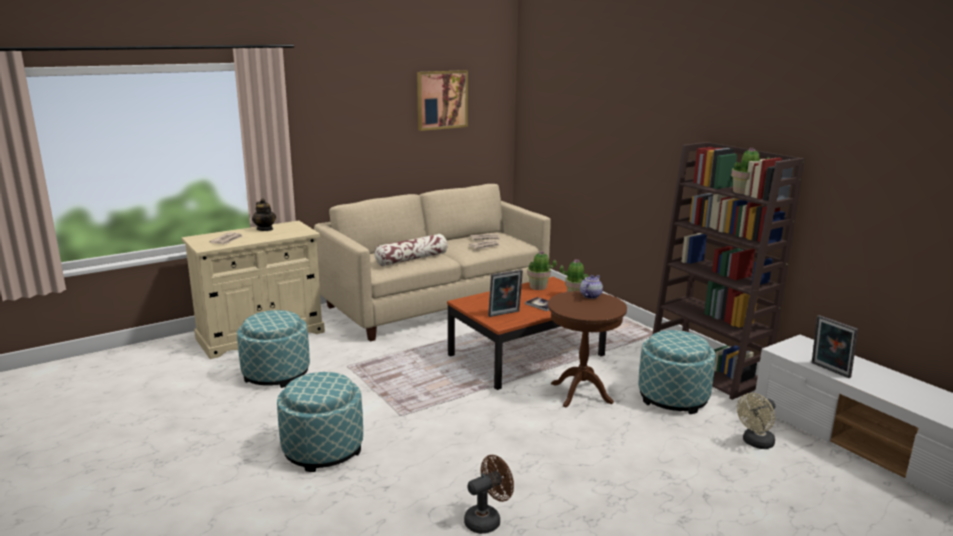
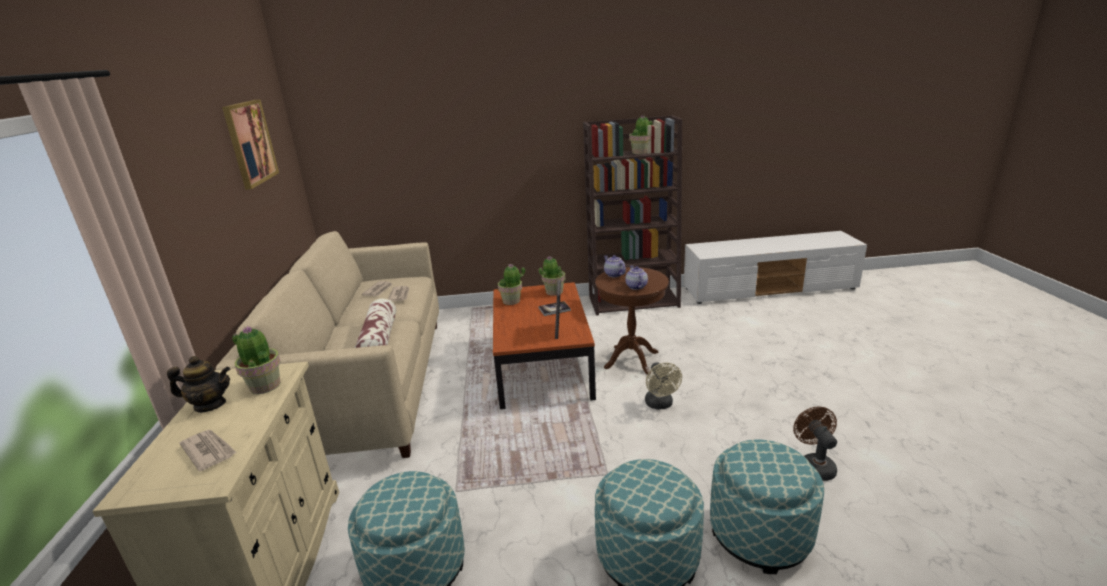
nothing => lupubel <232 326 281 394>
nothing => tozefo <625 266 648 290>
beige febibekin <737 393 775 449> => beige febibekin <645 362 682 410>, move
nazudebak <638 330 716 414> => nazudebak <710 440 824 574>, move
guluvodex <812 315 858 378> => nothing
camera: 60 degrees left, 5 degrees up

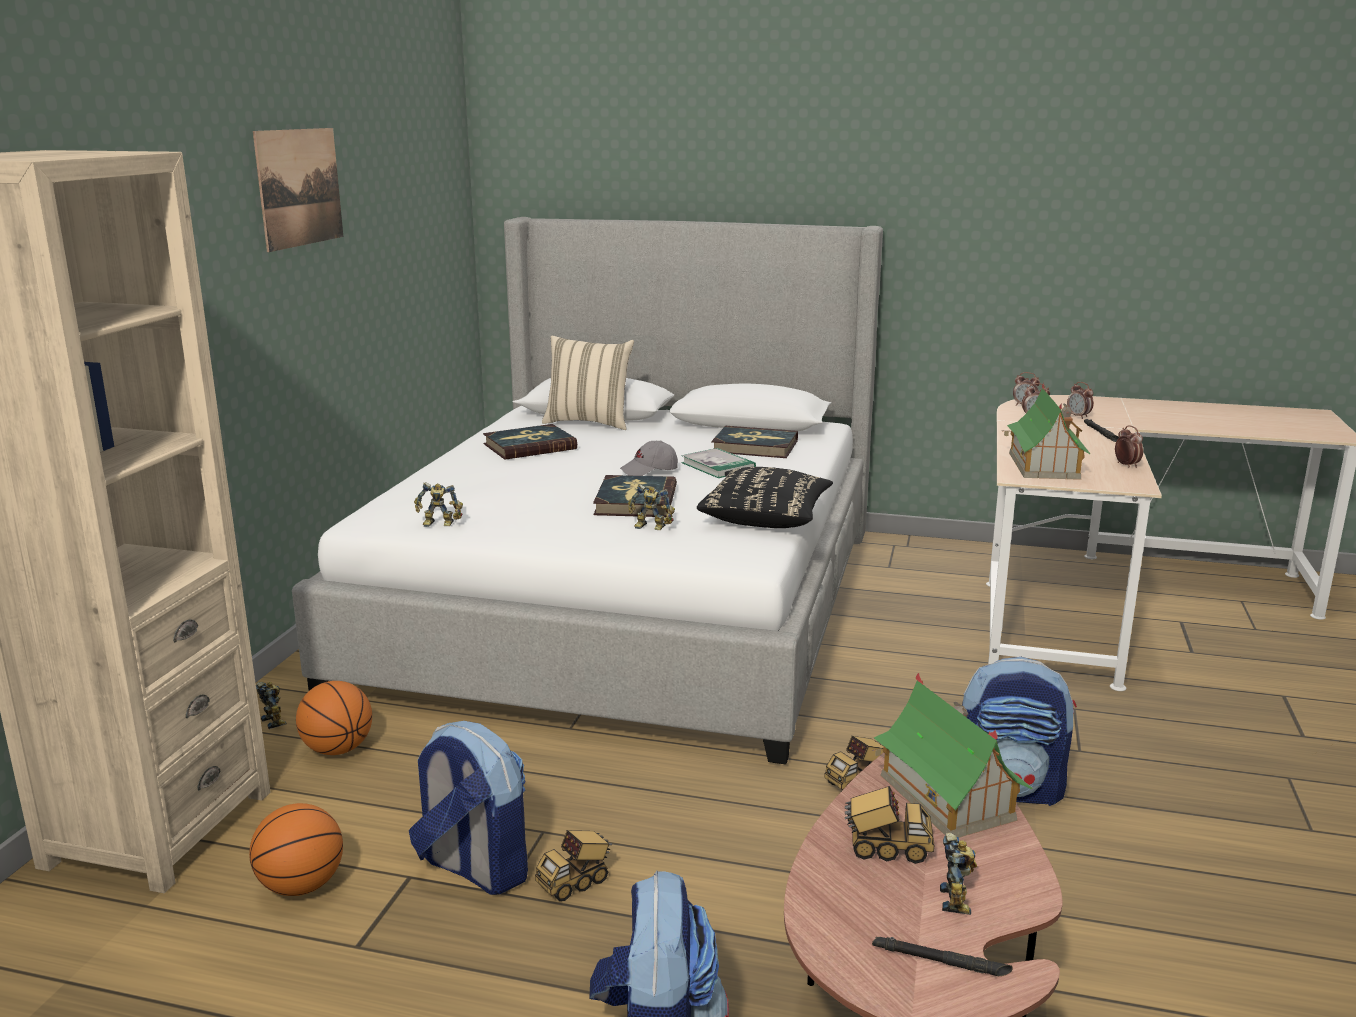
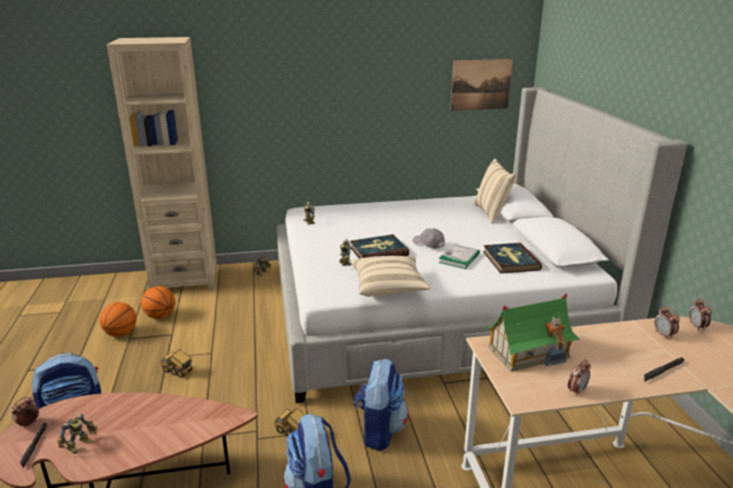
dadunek <1067 382 1094 419> => dadunek <11 397 39 428>, move
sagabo <940 833 977 915> => sagabo <57 413 97 454>, 45 degrees counterclockwise
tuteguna <296 681 372 755> => tuteguna <99 302 137 337>, move
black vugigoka <697 467 833 528> => beige vugigoka <351 256 431 297>
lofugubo <409 721 528 895> => lofugubo <354 358 408 451>, move
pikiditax <253 128 343 252> => pikiditax <450 59 513 111>, move
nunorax <483 424 577 460> => nothing
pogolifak <845 786 934 864> => nothing
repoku <872 673 1032 838> => nothing
camera: 65 degrees right, 5 degrees up

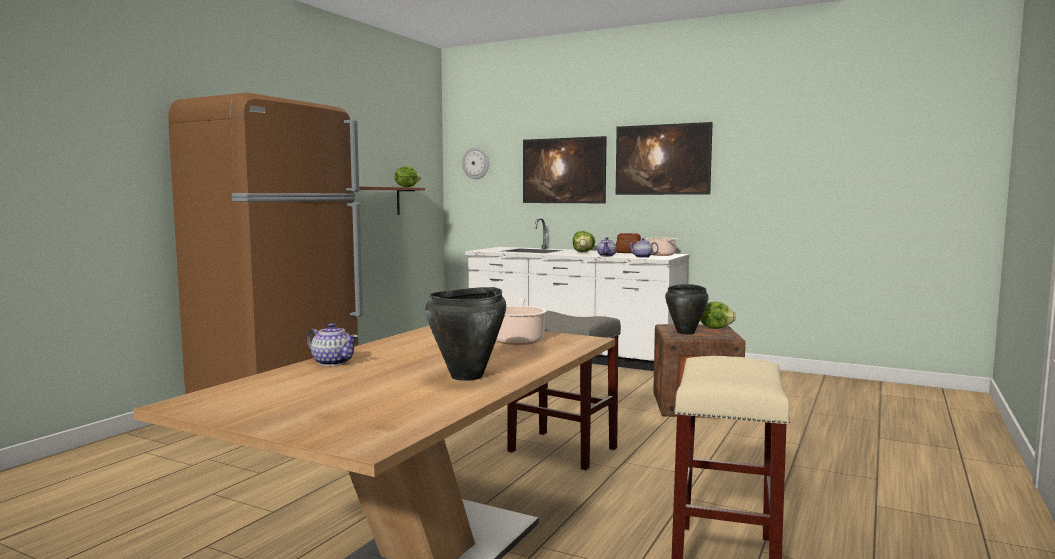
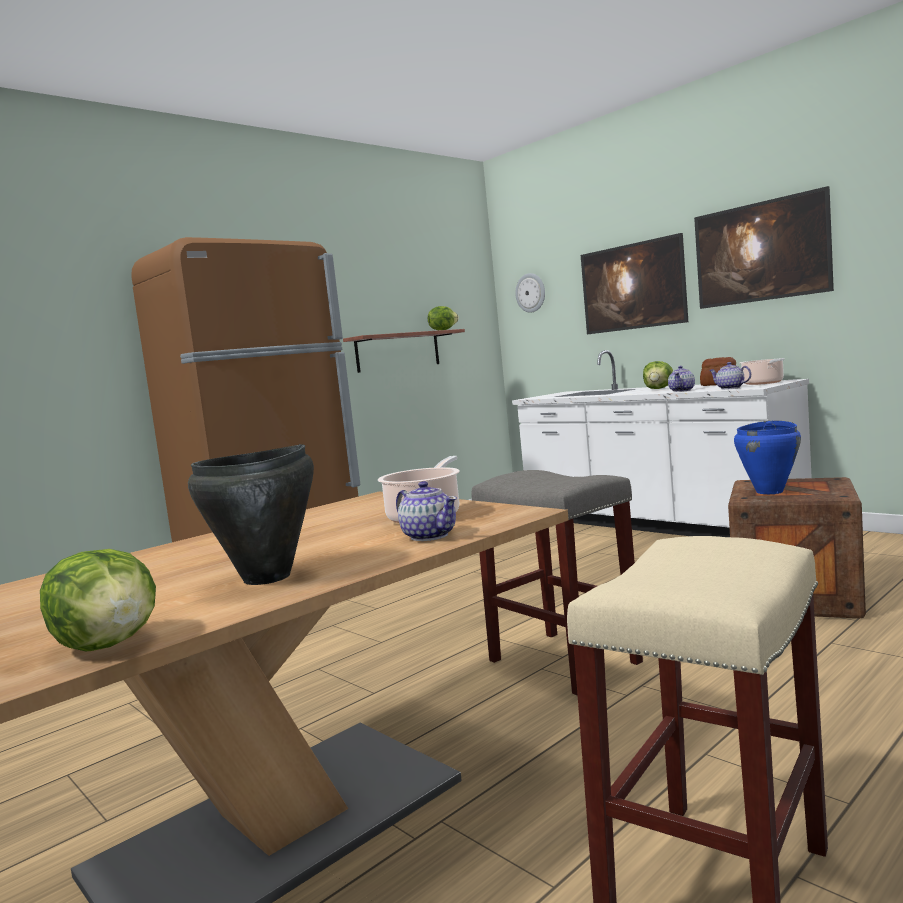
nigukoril <700 301 736 329> => nigukoril <40 549 156 651>, move
tozefo <307 323 358 366> => tozefo <396 481 457 541>, move
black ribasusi <665 284 709 335> => blue ribasusi <734 421 801 494>
camera: 20 degrees right, 0 degrees up

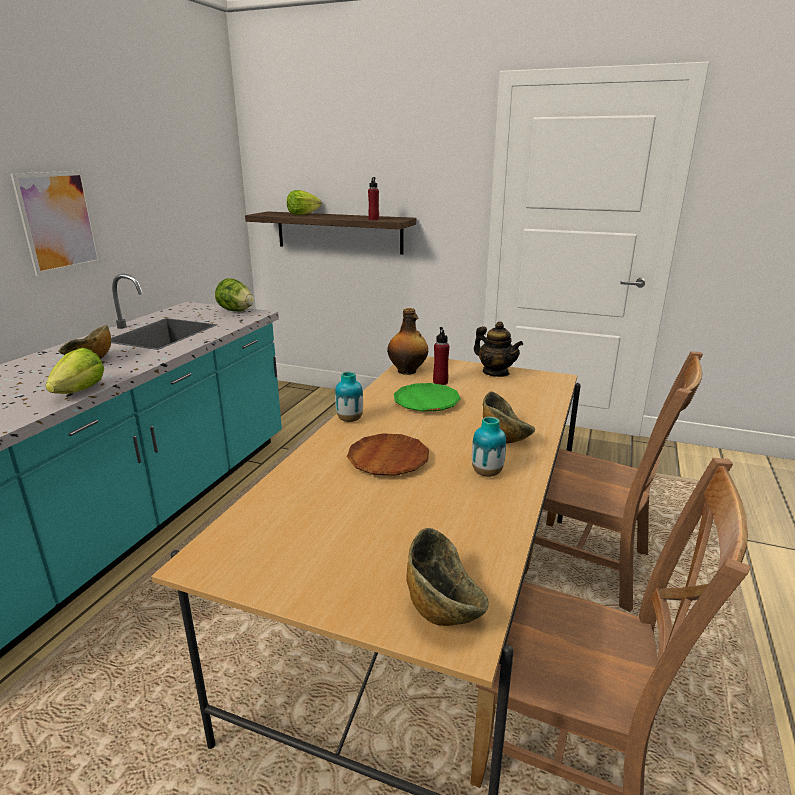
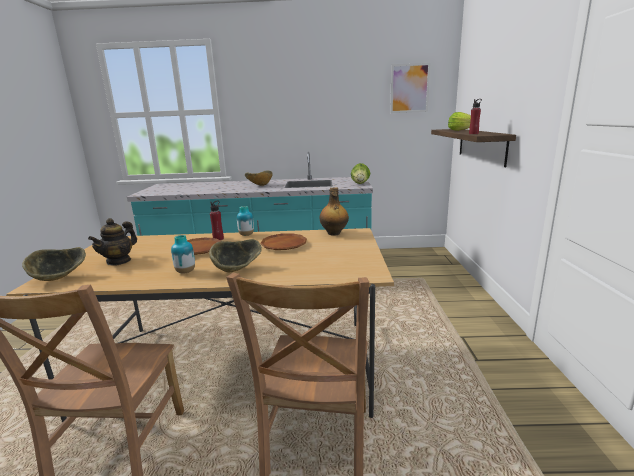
tozefo <474 321 523 377> => tozefo <88 218 137 265>, move
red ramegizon <433 327 449 385> => red ramegizon <210 200 224 240>, move
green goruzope <394 383 461 412> => brown goruzope <260 233 307 250>
pikiditax <11 171 102 276> => pikiditax <390 63 430 113>, move
nigukoril <45 348 104 394> => nothing
camera: 70 degrees right, 5 degrees down

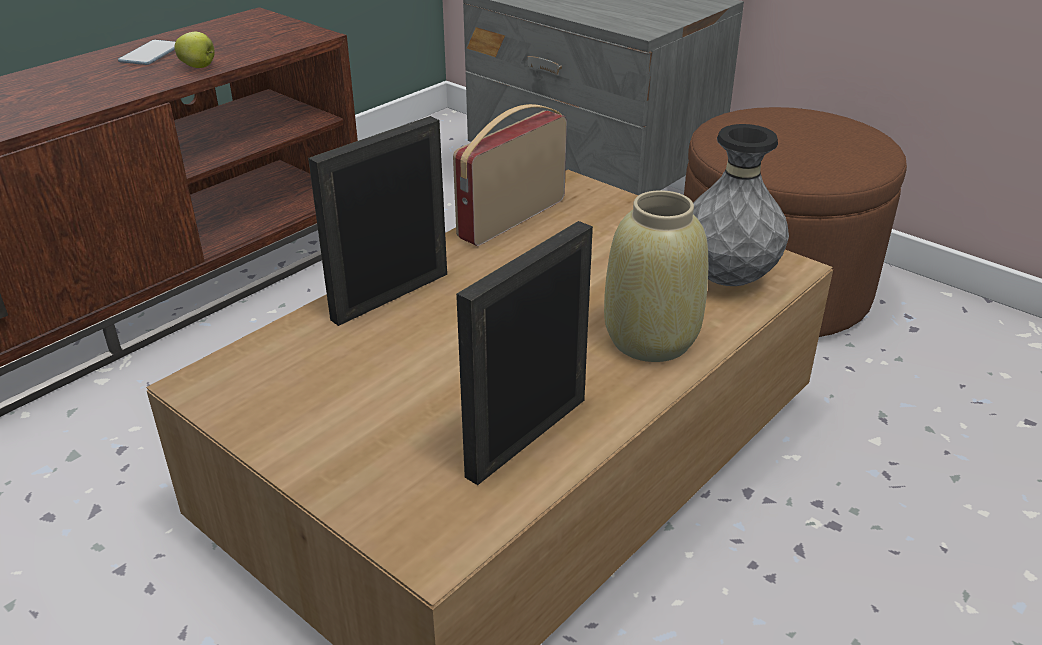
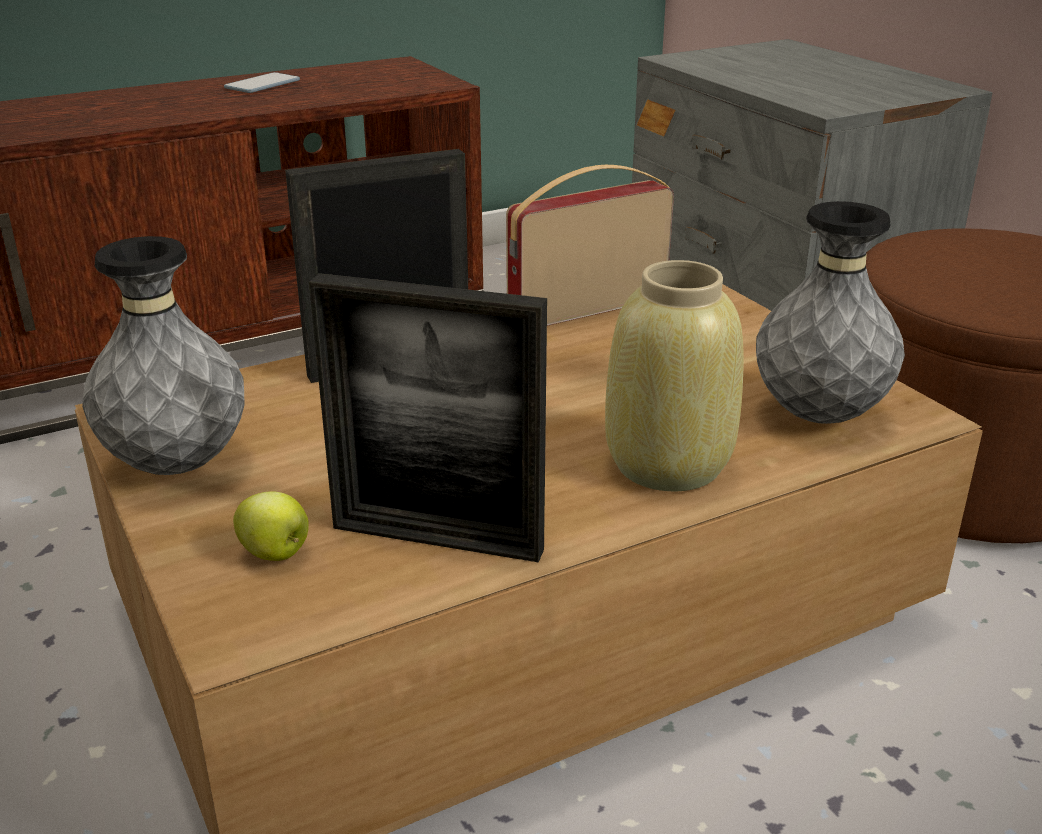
nothing => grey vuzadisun <82 236 245 475>
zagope <174 32 215 68> => zagope <233 491 309 561>, move
guluvodex <456 221 593 485> => guluvodex <309 273 547 562>, 135 degrees counterclockwise
camera: 20 degrees right, 5 degrees down

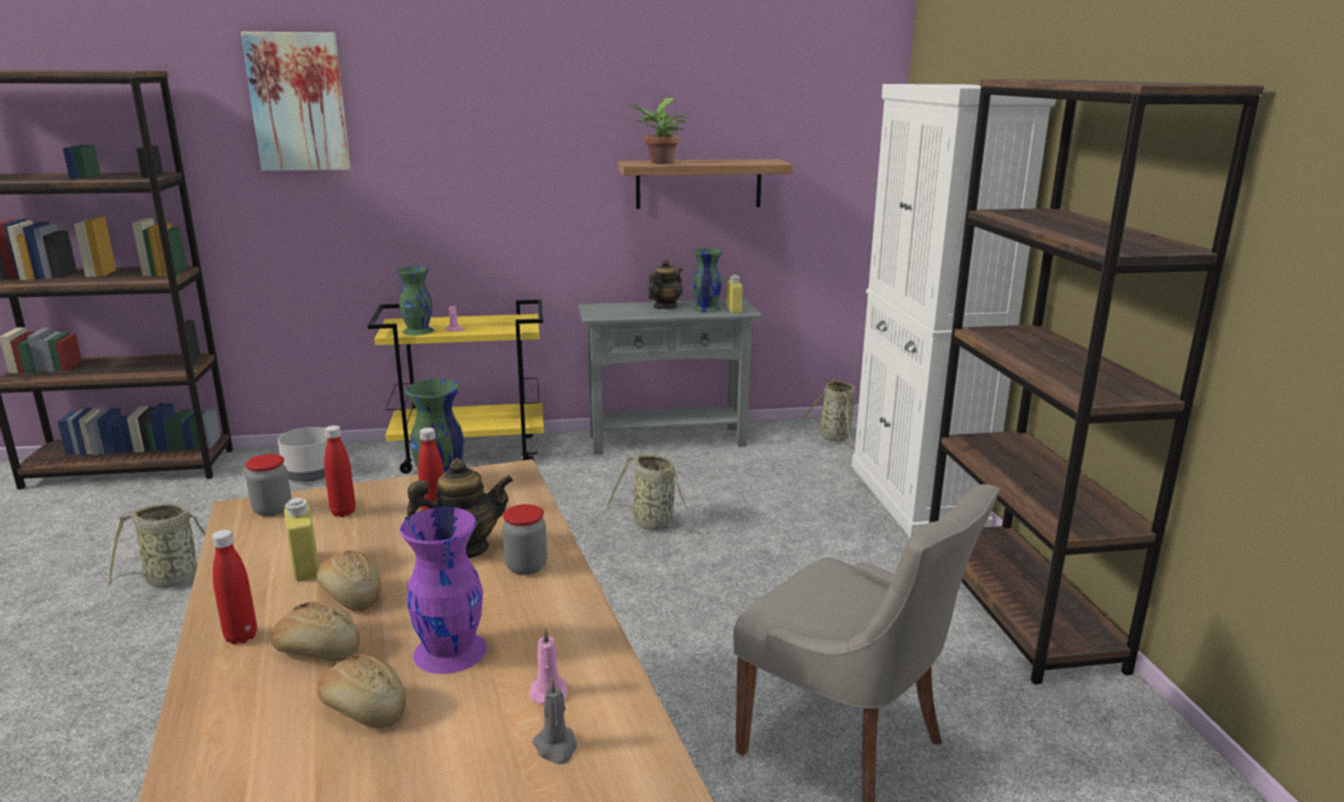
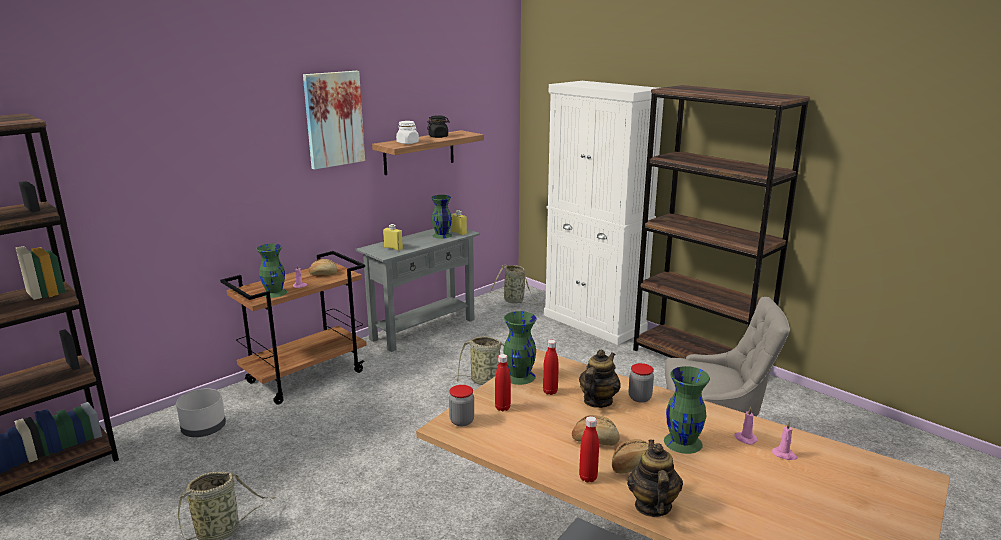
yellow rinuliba <367 299 544 474> => brown rinuliba <220 251 367 405>
pikiditax <241 32 351 171> => pikiditax <303 71 365 170>, move
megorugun <317 654 406 728> => megorugun <309 259 338 275>, move
yellow ramegizon <284 498 319 582> => yellow ramegizon <383 224 403 251>, move
lupubel <627 98 686 164> => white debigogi <396 121 419 144>
nothing => black debigogi <427 116 450 138>
tozefo <648 259 683 309> => tozefo <627 440 683 517>, move
purple vuzadisun <400 507 487 674> => green vuzadisun <664 366 710 454>
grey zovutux <532 677 577 764> => pink zovutux <772 421 798 460>
camera: 35 degrees left, 0 degrees up

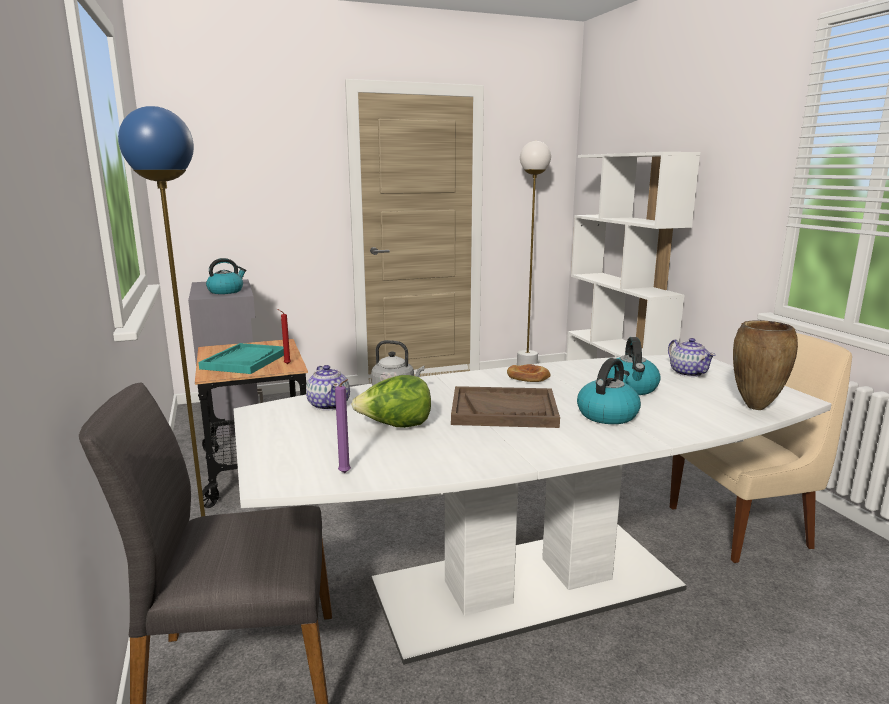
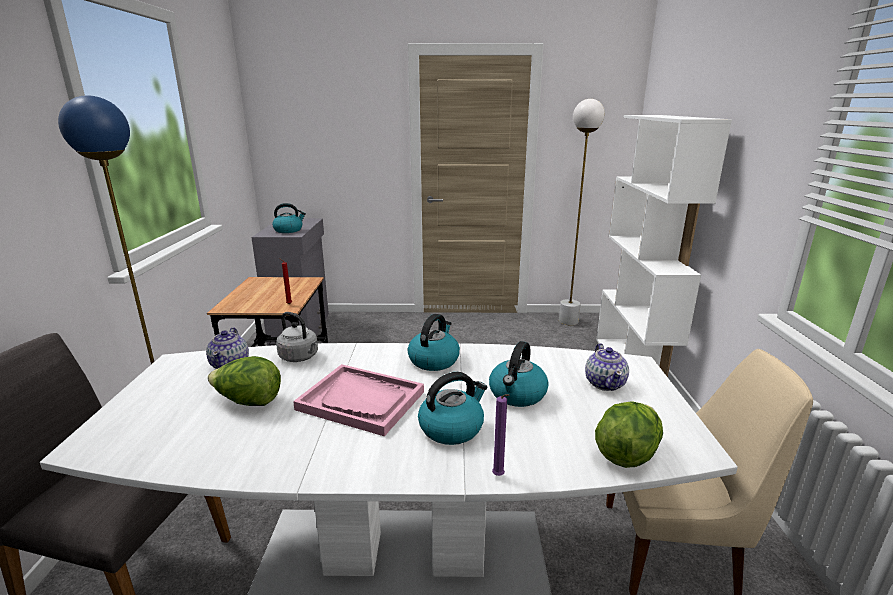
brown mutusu <451 386 560 428> => pink mutusu <293 364 424 436>
megorugun <507 364 551 382> => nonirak <408 314 460 371>
purple zovutux <335 379 351 473> => purple zovutux <492 394 509 476>, move
brown vuzadisun <733 320 798 410> => nigukoril <595 402 663 468>
turquoise mutusu <198 343 284 374> => nothing
camera: 20 degrees right, 5 degrees up

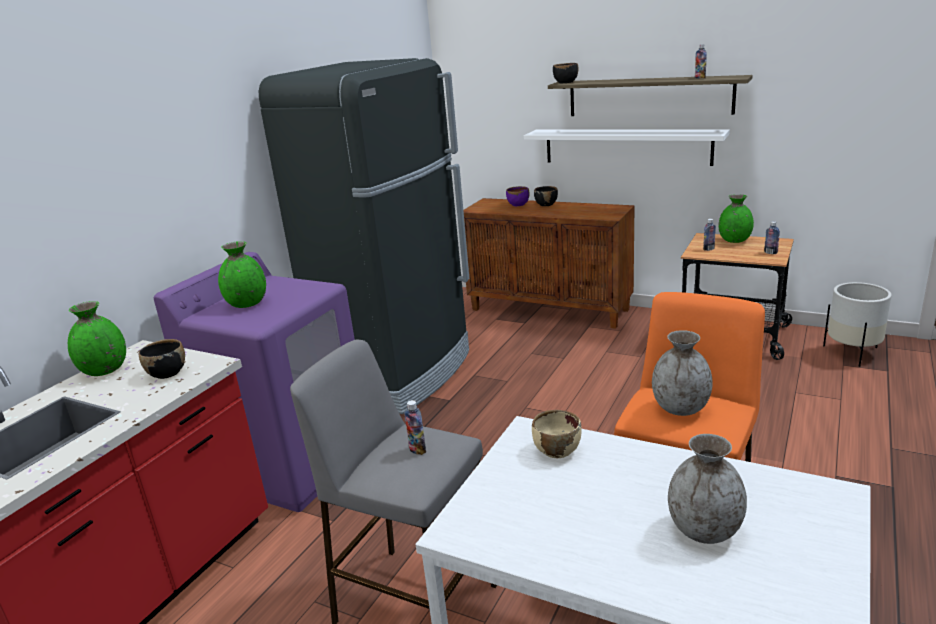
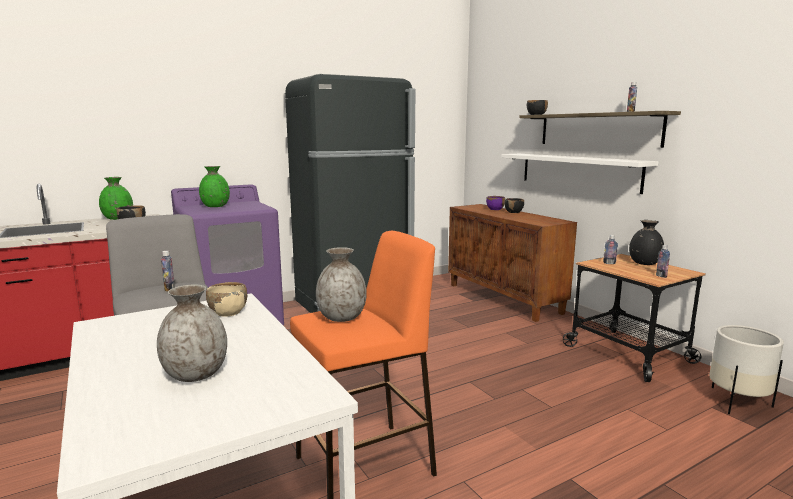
green vuzadisun <718 194 754 243> => black vuzadisun <629 220 664 265>
camera: 30 degrees right, 10 degrees down

